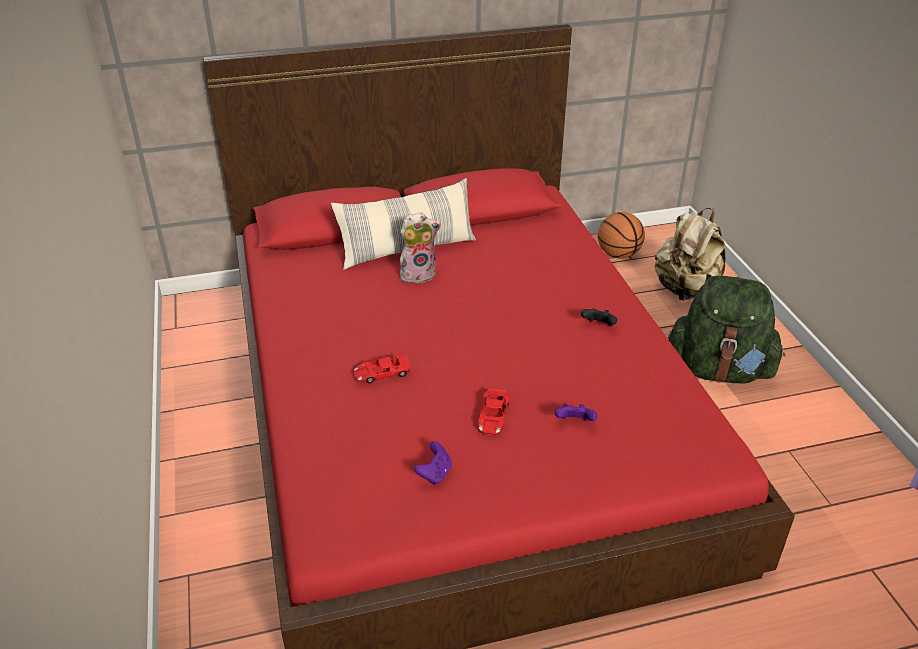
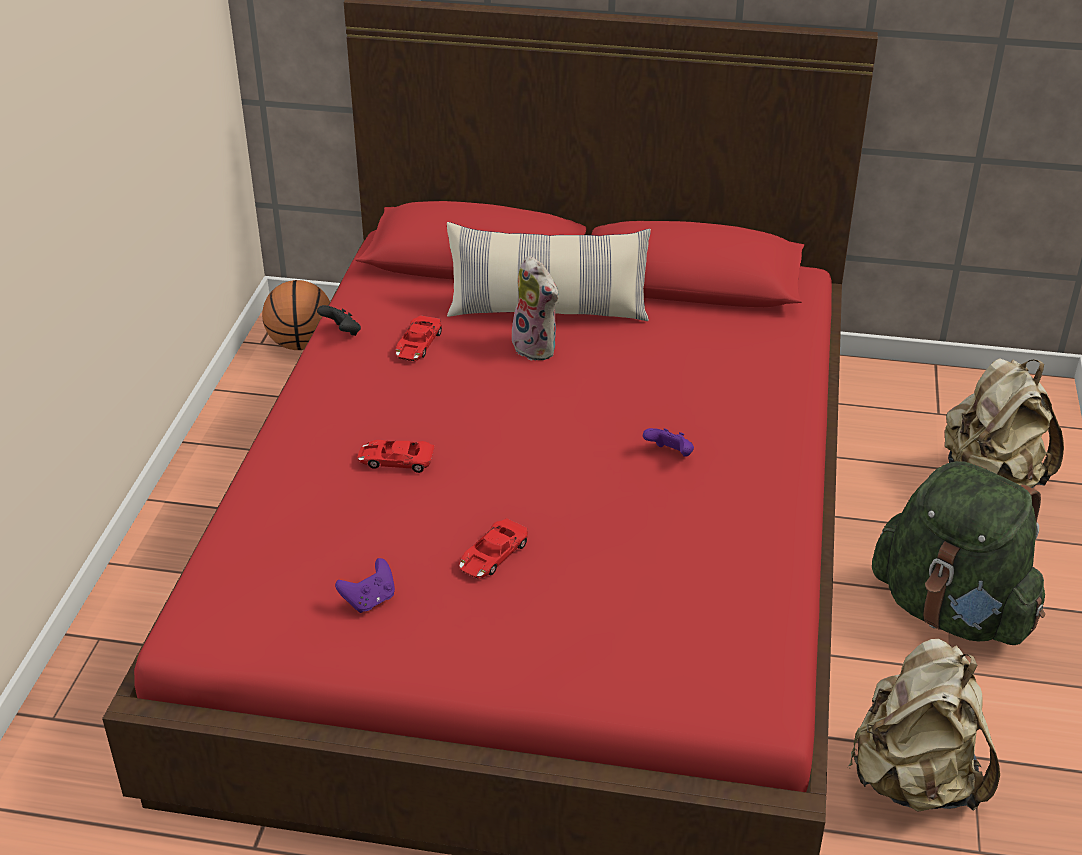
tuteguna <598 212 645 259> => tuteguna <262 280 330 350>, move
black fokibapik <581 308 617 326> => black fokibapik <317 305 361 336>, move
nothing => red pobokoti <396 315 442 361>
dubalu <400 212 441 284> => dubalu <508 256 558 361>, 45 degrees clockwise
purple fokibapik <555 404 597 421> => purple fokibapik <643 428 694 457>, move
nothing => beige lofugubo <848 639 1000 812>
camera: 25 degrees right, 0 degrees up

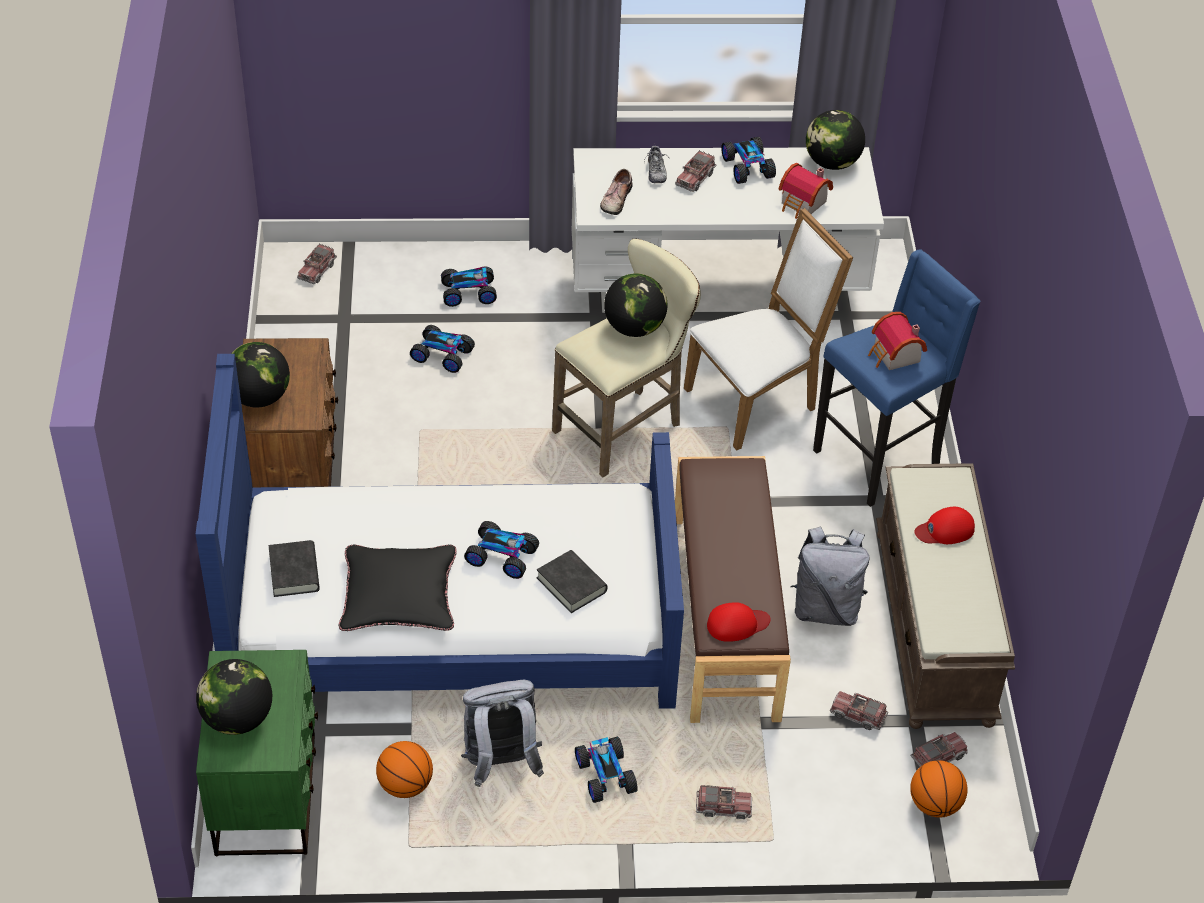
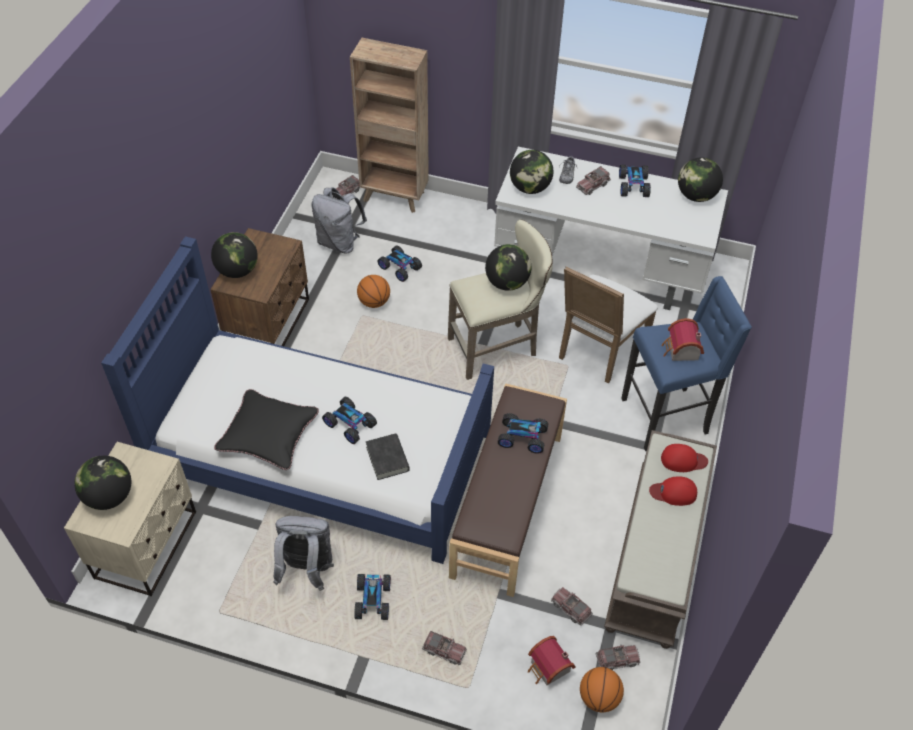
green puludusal <196 650 318 857> => beige puludusal <64 442 196 596>
grey lofugubo <791 527 870 626> => grey lofugubo <312 188 367 253>, move
nothing => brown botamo <350 38 429 213>
tuteguna <376 741 433 798> => tuteguna <357 275 390 308>, move
pobokoti <441 267 497 307> => pobokoti <498 413 548 454>, move
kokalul <600 169 633 215> => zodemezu <510 150 553 194>
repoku <778 163 833 219> => repoku <528 636 576 685>, move
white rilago <684 208 853 451> => white rilago <559 266 658 384>, 135 degrees clockwise
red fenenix <707 602 770 642> => red fenenix <661 444 708 472>, move
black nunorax <269 540 320 597> => nothing
camera: 20 degrees right, 5 degrees up

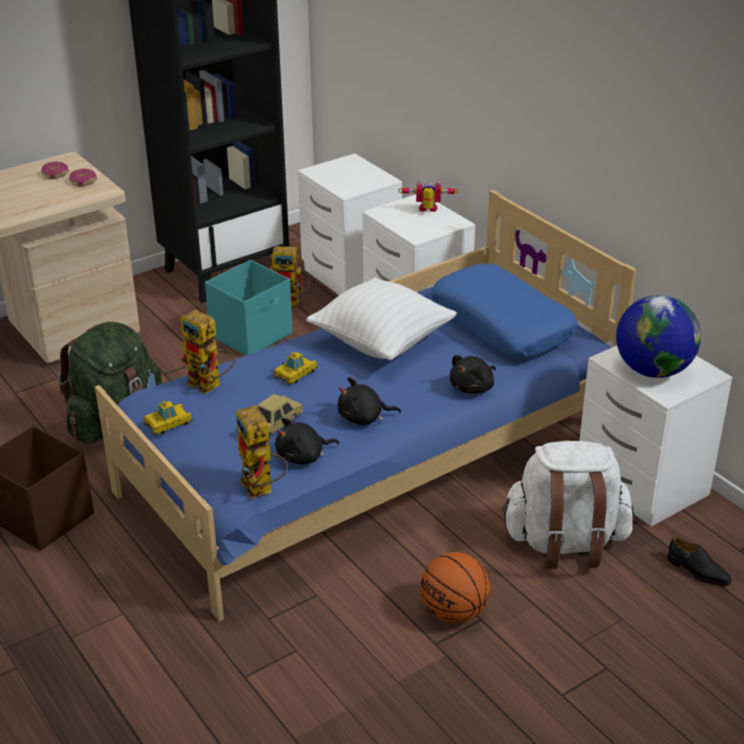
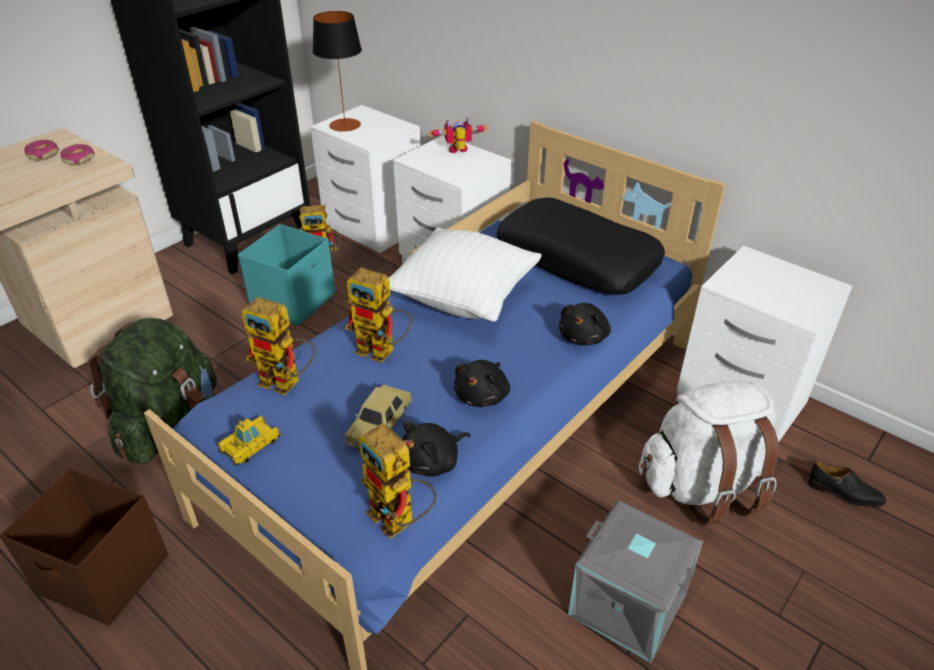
nothing => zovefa <312 11 362 132>
pobokoti <274 352 317 385> => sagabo <345 268 412 363>
black dubalu <338 377 401 425> => black dubalu <454 360 510 407>, 45 degrees counterclockwise
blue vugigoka <431 264 578 358> => black vugigoka <497 198 665 295>
tuteguna <421 552 490 623> => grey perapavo <568 500 703 663>
zodemezu <616 295 701 378> => nothing
camera: 15 degrees left, 5 degrees up

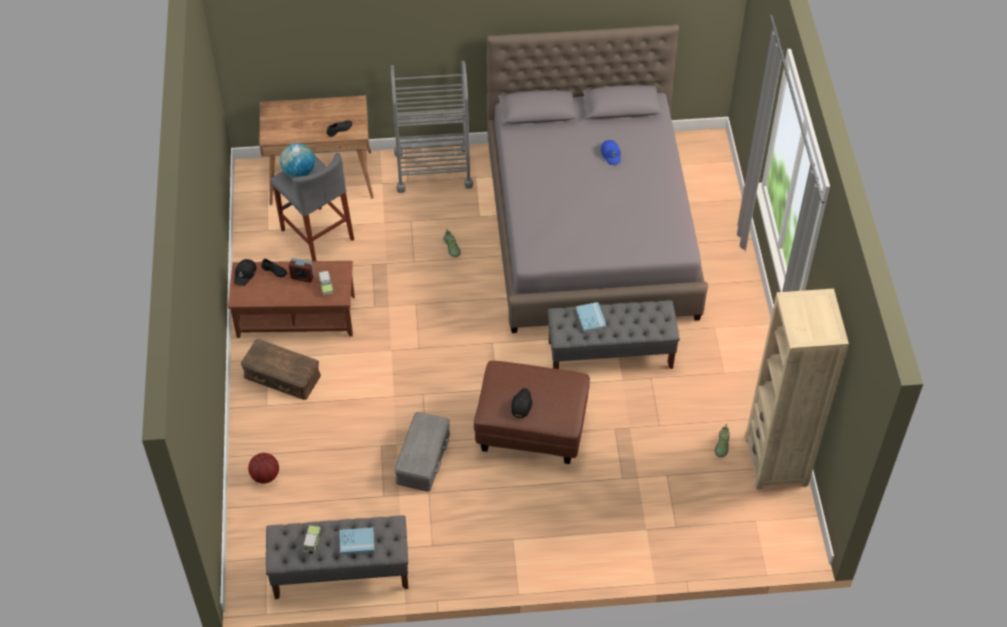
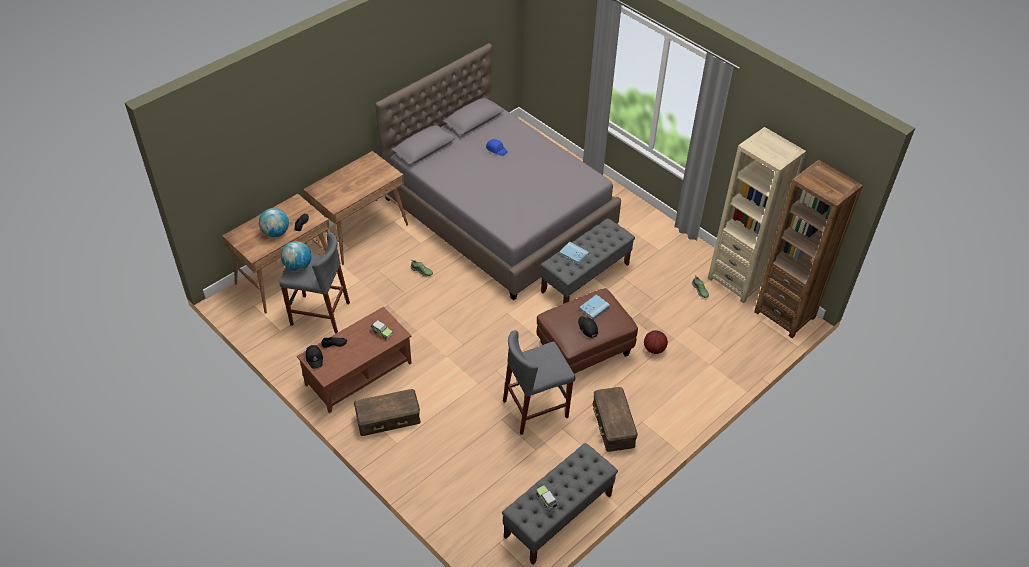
nothing => zodemezu <259 208 289 237>
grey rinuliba <390 61 473 193> => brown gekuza <303 151 408 265>
grey perapavo <394 412 450 492> => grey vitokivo <503 330 575 435>
blue nunorax <340 527 374 555> => blue nunorax <579 295 610 319>, move
nothing => brown perapavo <593 387 638 452>
tuteguna <248 453 279 484> => tuteguna <644 330 668 354>, move
nothing => brown botamo <754 160 863 338>
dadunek <289 258 314 283> => nothing
camera: 40 degrees left, 5 degrees down

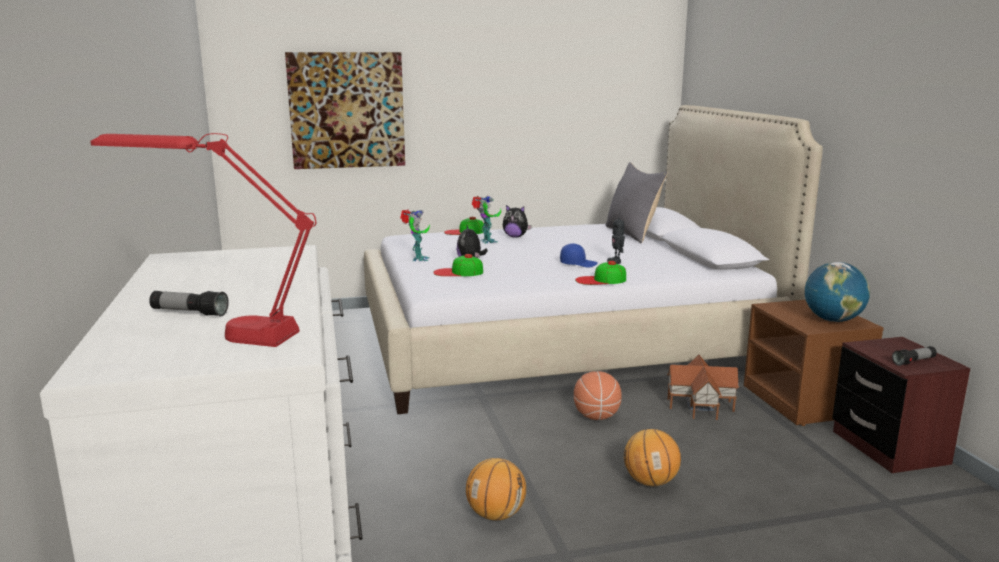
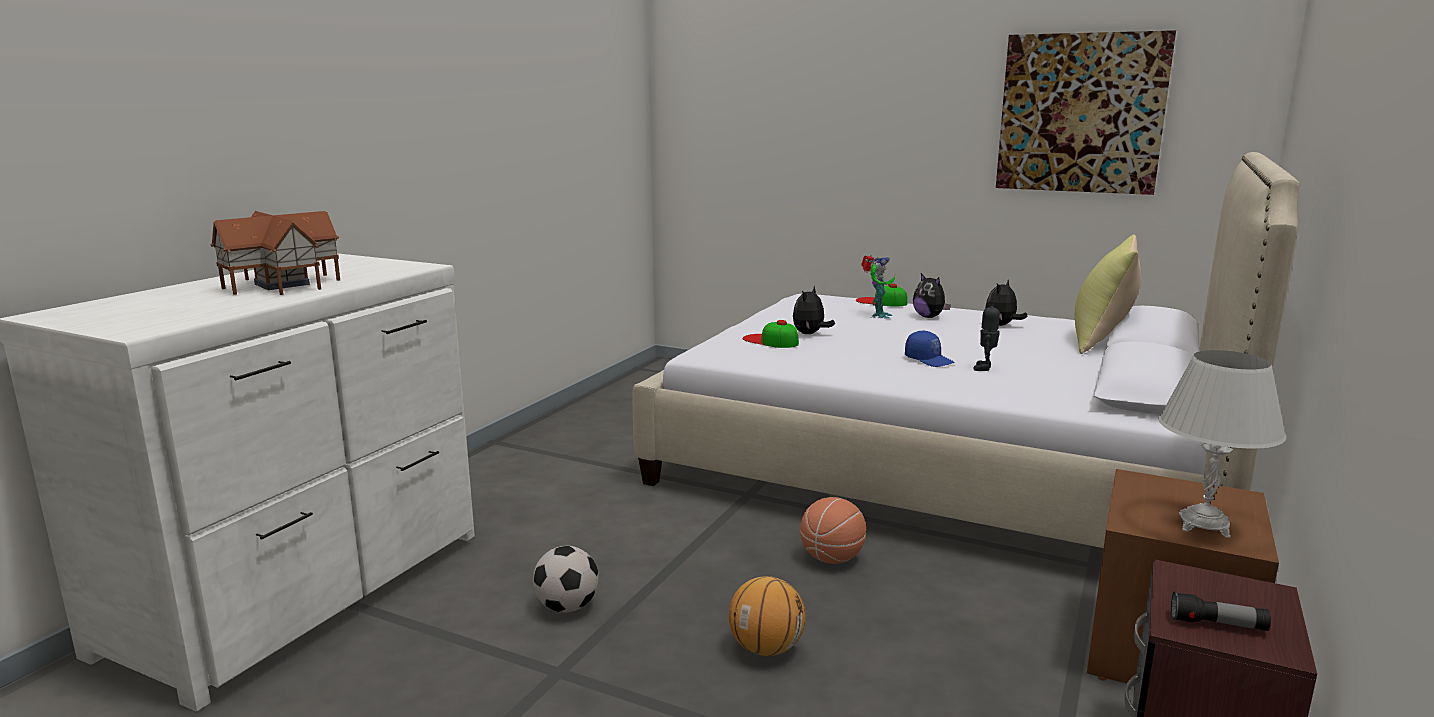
repoku <667 355 739 420> => repoku <211 211 340 295>, move
tuteguna <466 458 526 521> => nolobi <533 546 598 613>
nothing => dubalu <985 280 1028 326>
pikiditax <285 52 405 169> => pikiditax <996 30 1176 195>, move
grey vugigoka <605 162 667 243> => yellow vugigoka <1075 235 1141 354>
zodemezu <805 262 870 322> => white zovefa <1158 350 1286 538>
red zovefa <90 133 316 347> => nothing
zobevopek <149 291 229 316> => nothing
sagabo <400 210 430 261> => nothing
fenenix <575 261 626 285> => nothing
camera: 40 degrees right, 0 degrees up

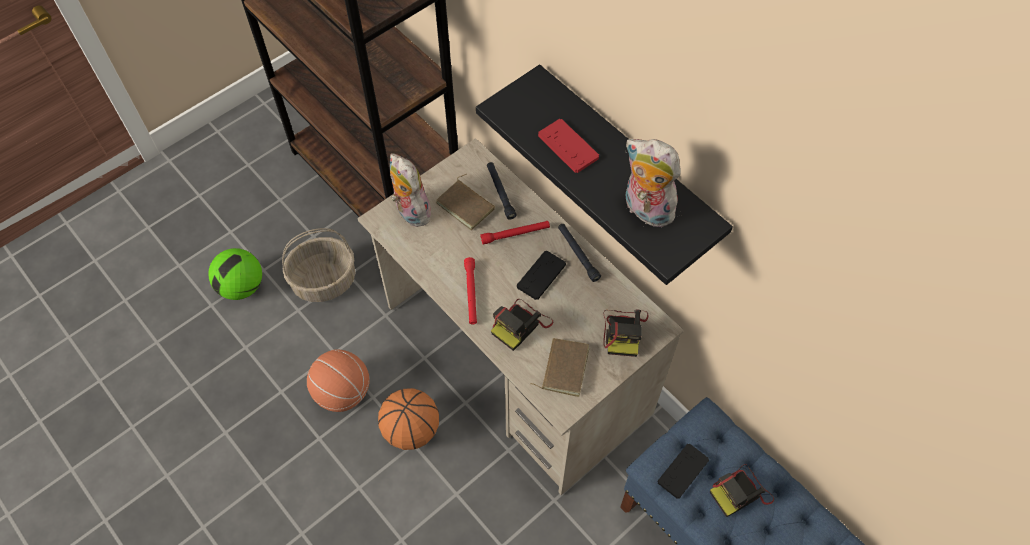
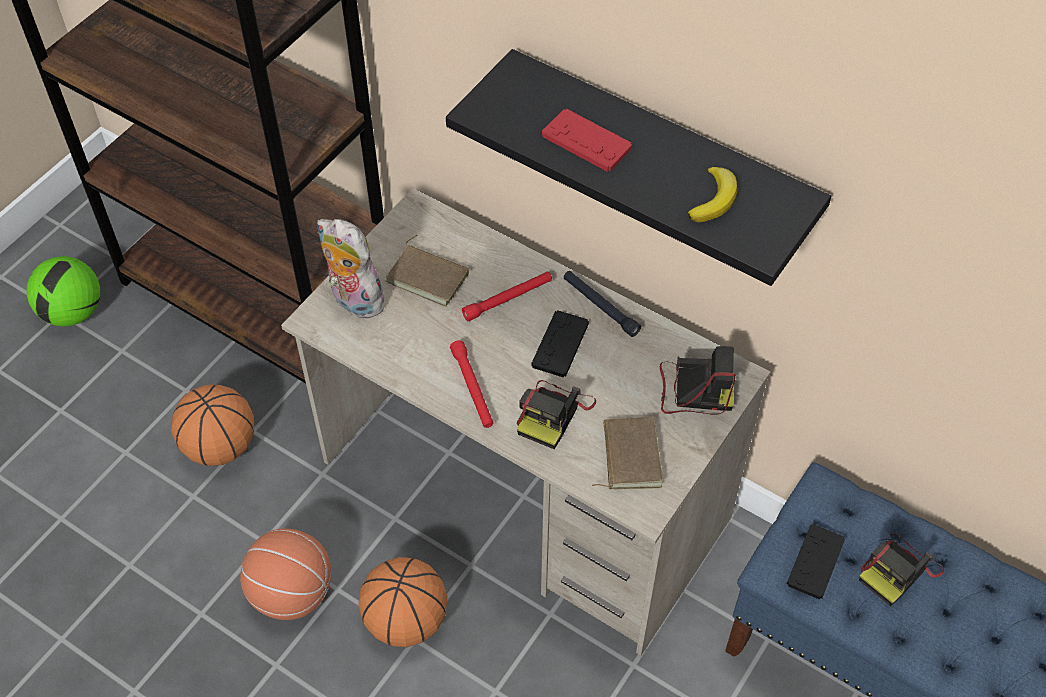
nolobi <208 248 262 300> => nolobi <27 256 100 327>, move
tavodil <282 228 355 302> => tuteguna <171 384 254 466>
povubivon <603 310 649 357> => povubivon <660 346 735 415>, 75 degrees counterclockwise
dubalu <625 139 681 227> => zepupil <688 167 737 222>
black zobevopek <487 162 517 220> => nothing
camera: 15 degrees left, 5 degrees down

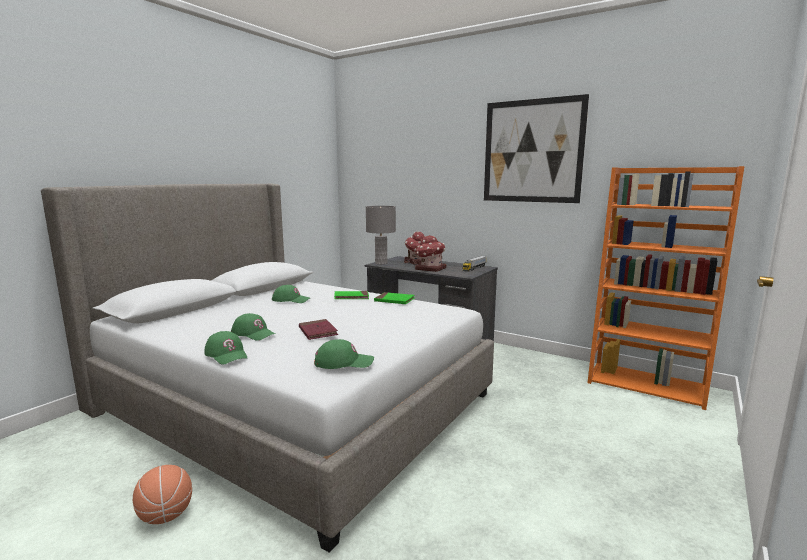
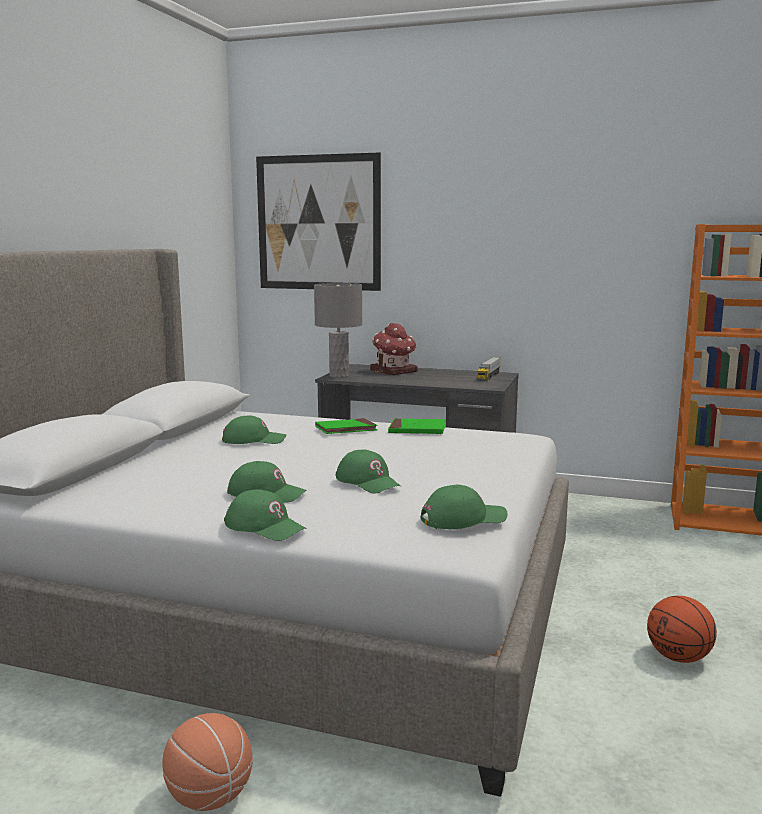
pikiditax <484 94 589 203> => pikiditax <256 153 381 291>, move
red nunorax <299 319 338 340> => green fenenix <336 450 402 494>
nothing => tuteguna <647 596 717 663>
repoku <415 235 446 272> => nothing
camera: 15 degrees left, 0 degrees up

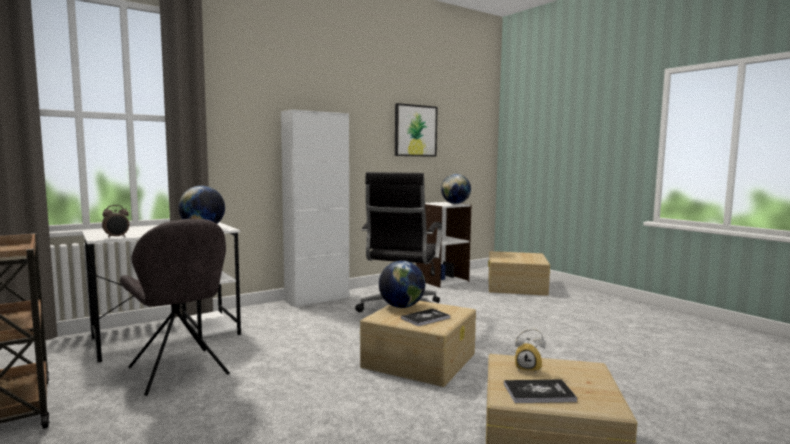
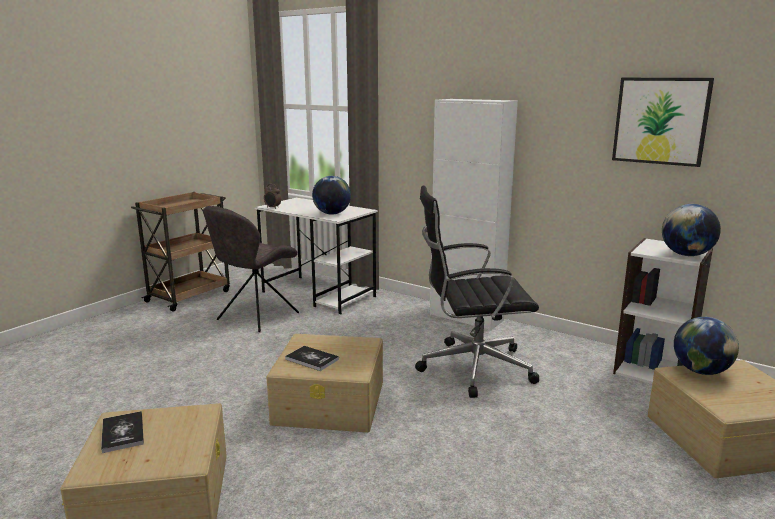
zodemezu <379 261 425 308> => zodemezu <674 317 739 375>, move
dadunek <515 329 546 374> => nothing
camera: 70 degrees right, 10 degrees up

